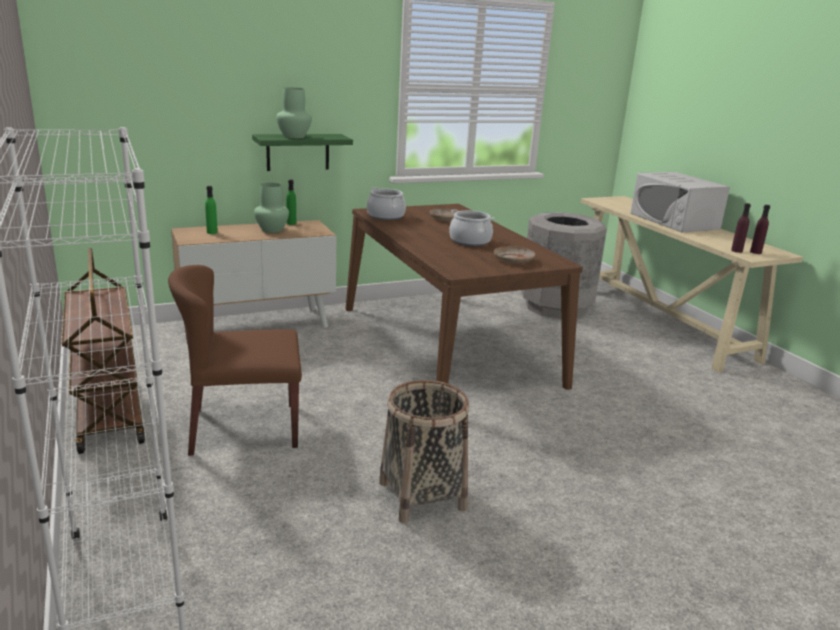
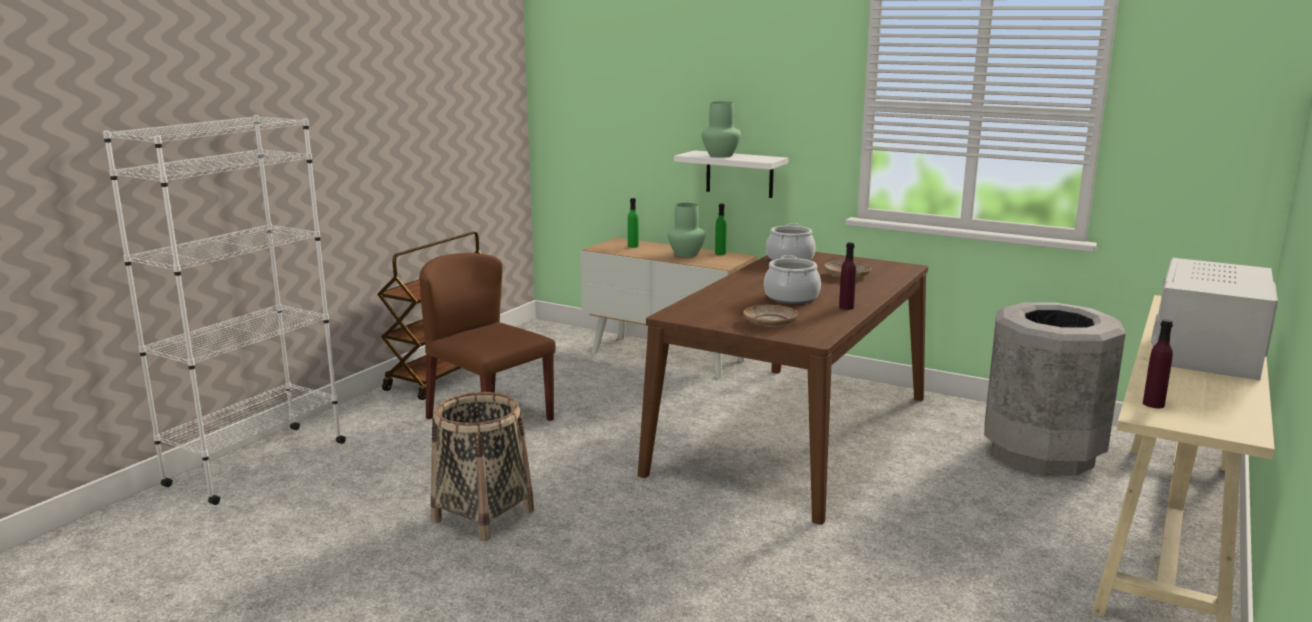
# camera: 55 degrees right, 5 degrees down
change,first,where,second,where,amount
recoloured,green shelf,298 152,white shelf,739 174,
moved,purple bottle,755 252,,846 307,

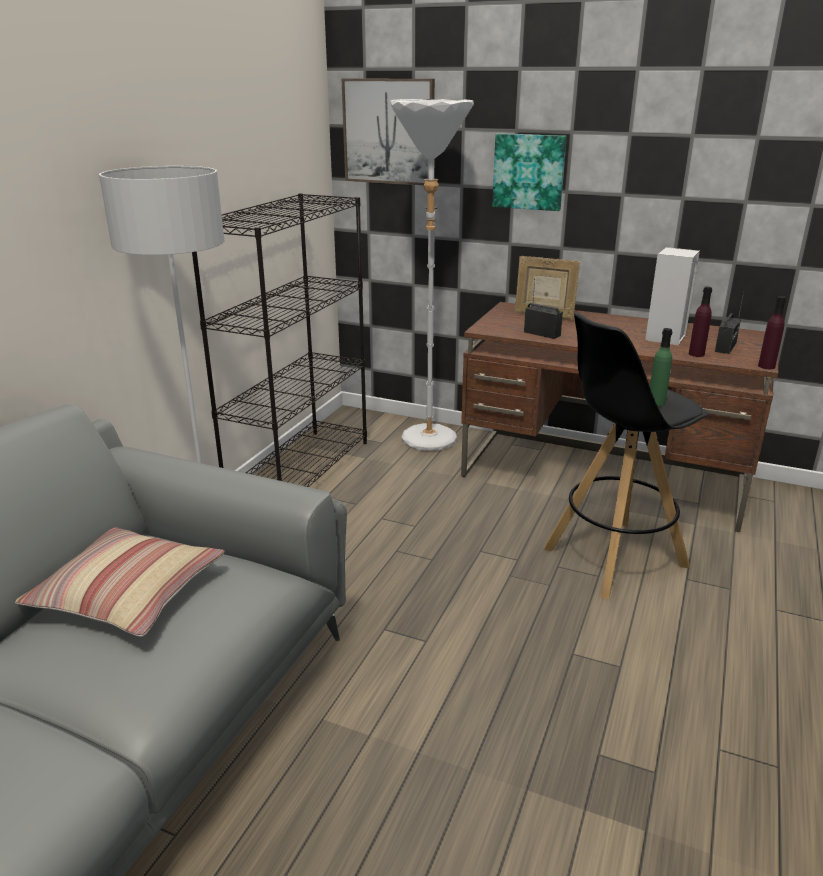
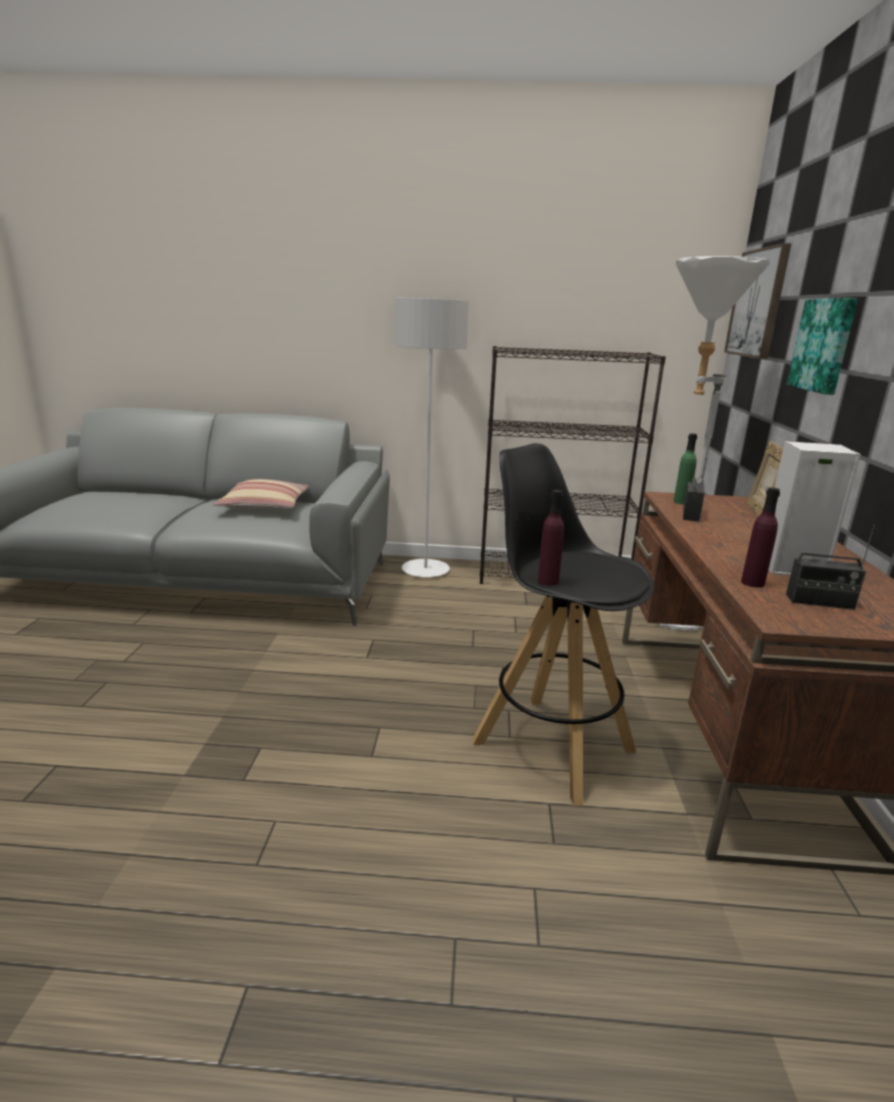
# camera: 70 degrees right, 5 degrees down
change,first,where,second,where,amount
moved,purple bottle,766 366,,548 581,
moved,green bottle,656 402,,681 502,

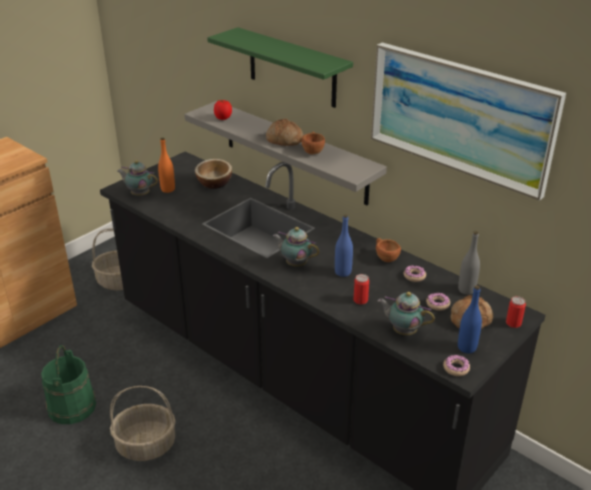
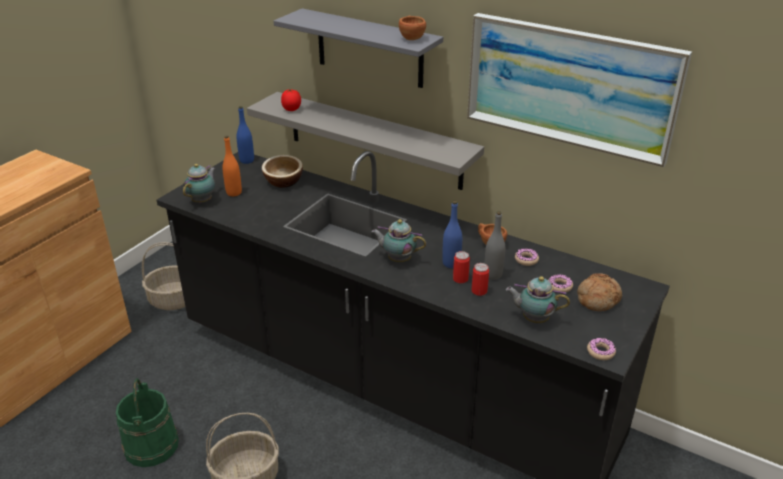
# camera: 10 degrees left, 0 degrees up
change,first,where,second,where,amount
turned,teapot,139 194,,203 200,105 degrees clockwise
moved,blue bottle,467 347,,247 160,
recoloured,green shelf,292 68,grey shelf,369 48,
moved,brown cup,313 150,,411 37,
moved,can,513 323,,460 279,
moved,grey bottle,466 290,,493 274,
removed,bread,284 140,,,

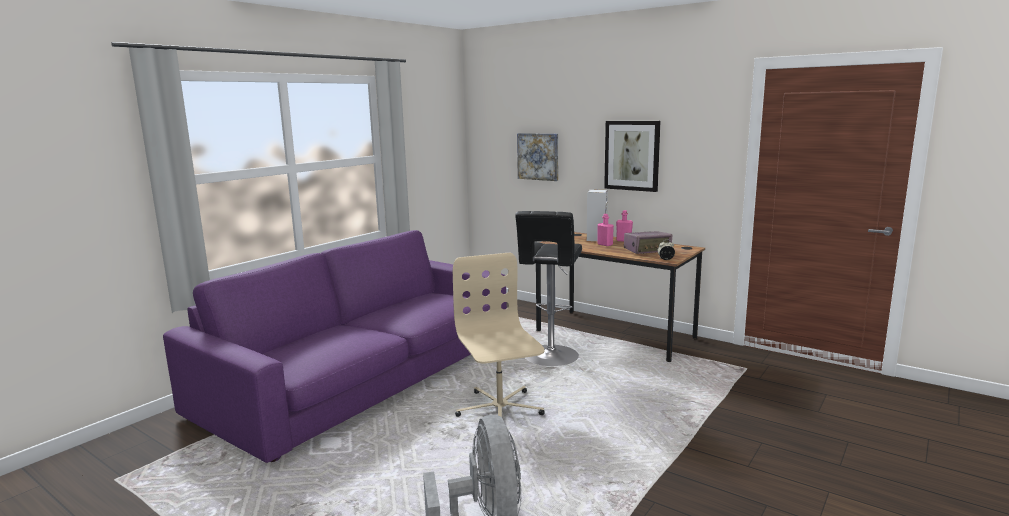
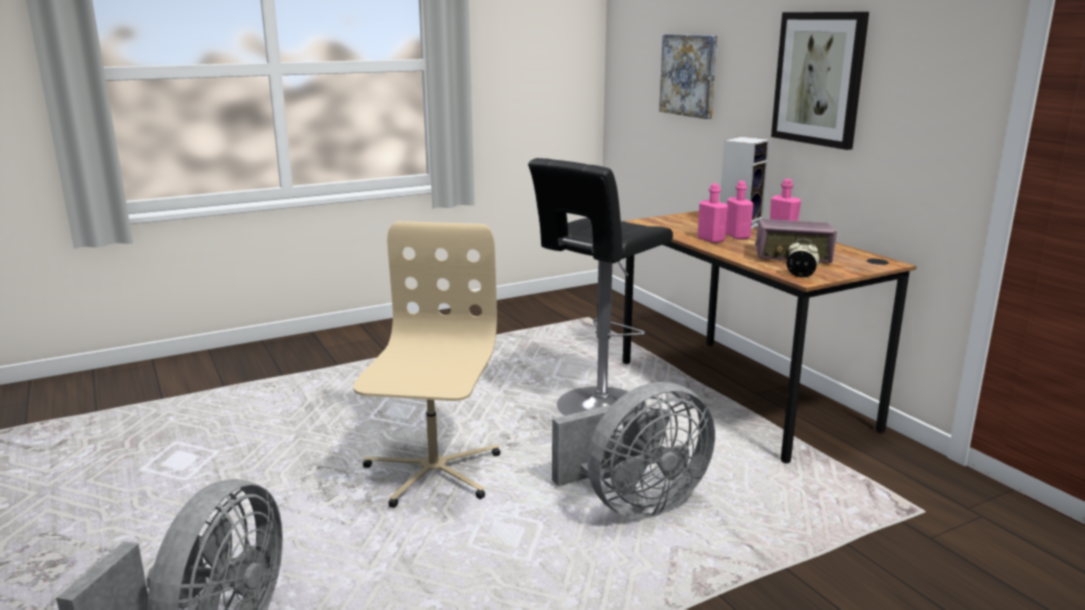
# camera: 25 degrees right, 5 degrees up
change,first,where,second,where,amount
added,,,grey fan,634 504,
added,,,pink bottle,711 239,
removed,purple sofa,365 375,,,

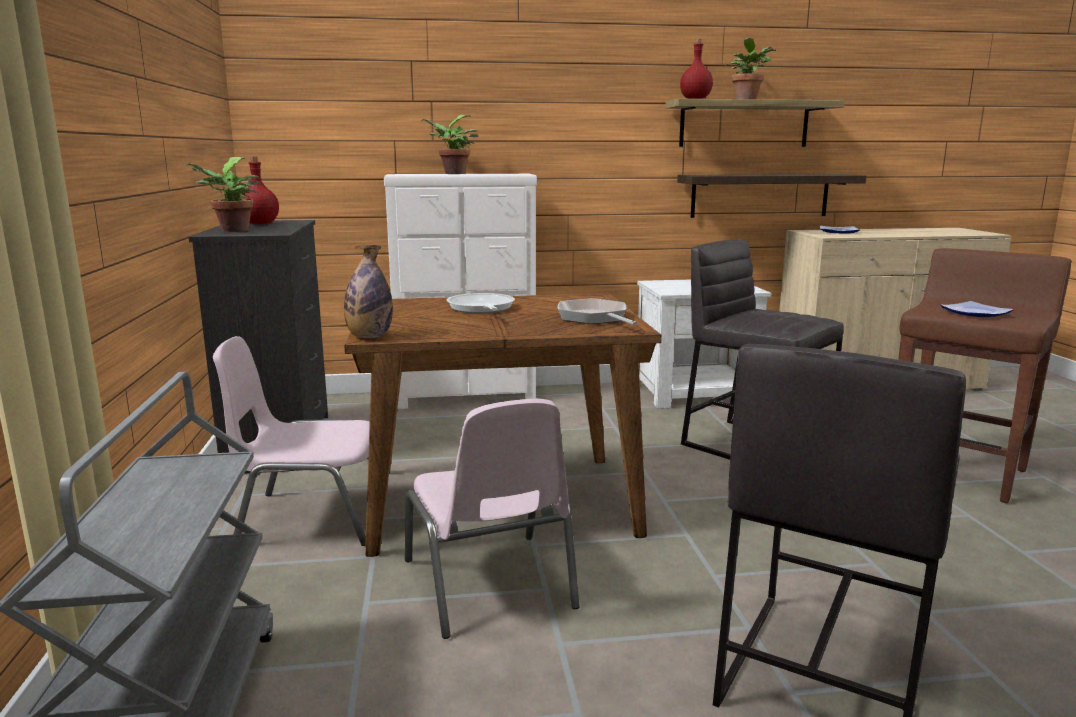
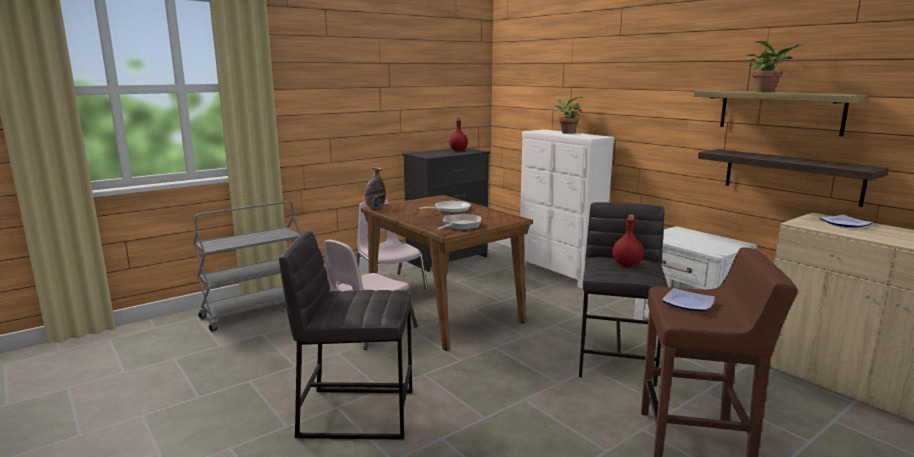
# camera: 60 degrees right, 0 degrees up
change,first,where,second,where,amount
moved,red bottle,695 99,,627 265,
removed,potted plant,232 231,,,

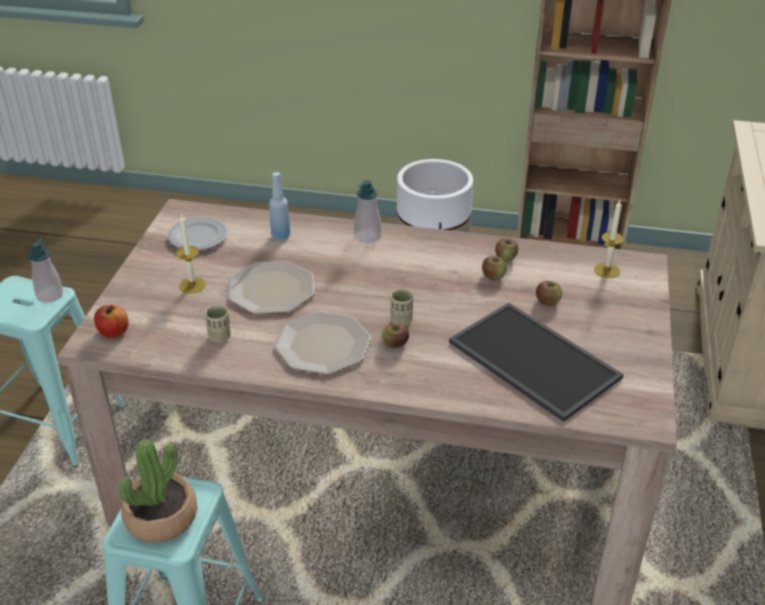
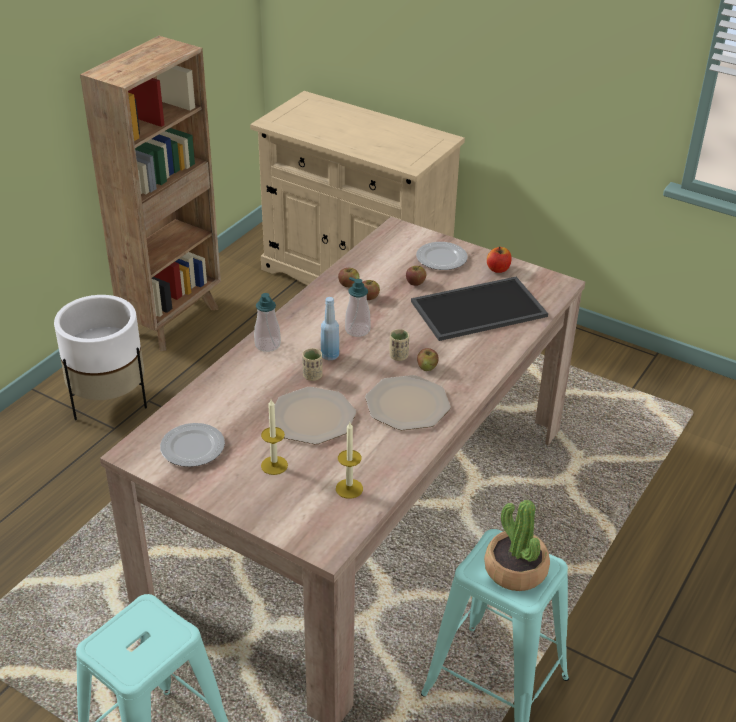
# camera: 70 degrees left, 0 degrees up
change,first,where,second,where,amount
moved,beige cup,220 337,,312 376,
moved,blue bottle,281 235,,330 355,
moved,candle,606 270,,349 488,
moved,soap dispenser,50 295,,357 330,
added,,,plate,441 258,
moved,apple,113 332,,498 269,

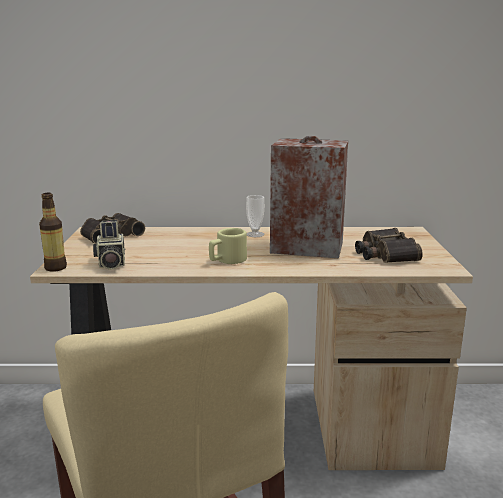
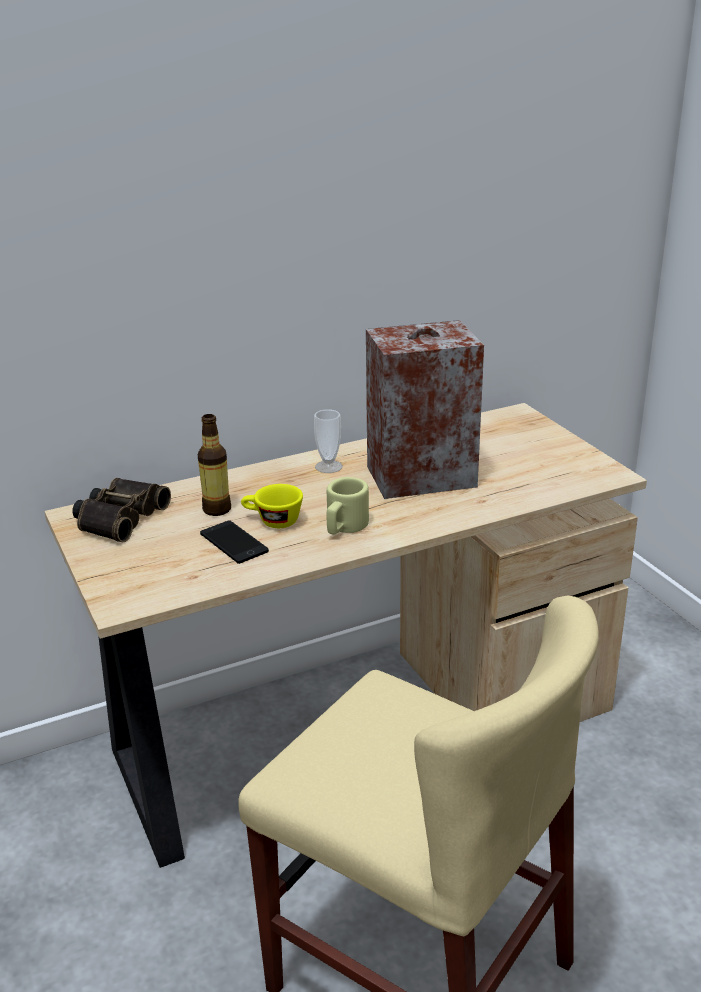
# camera: 25 degrees left, 10 degrees up
change,first,where,second,where,amount
moved,bottle,55 268,,217 509,
added,,,phone,233 543,
added,,,yellow cup,272 521,
removed,photo camera,110 264,,,
removed,binoculars,384 254,,,

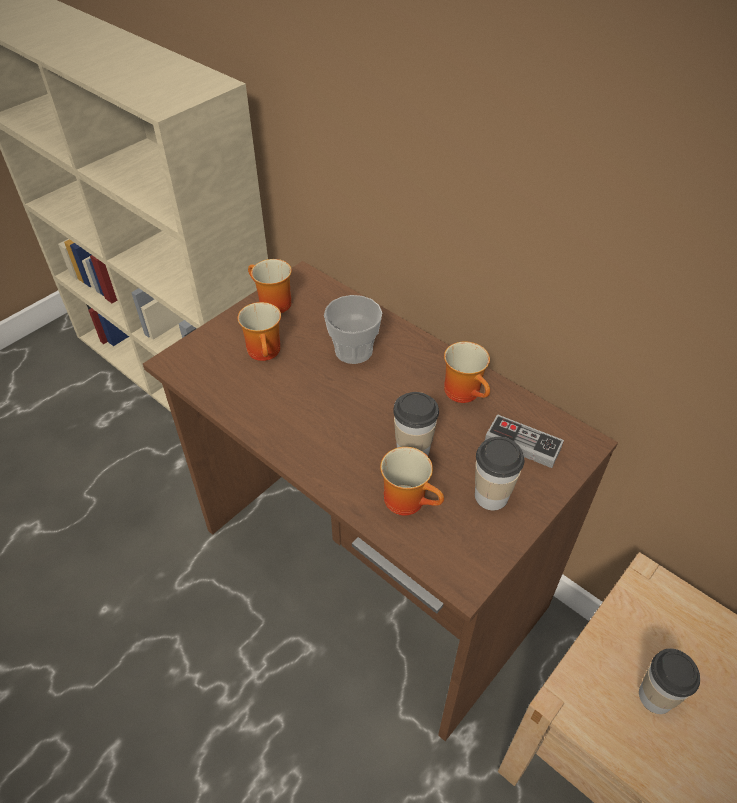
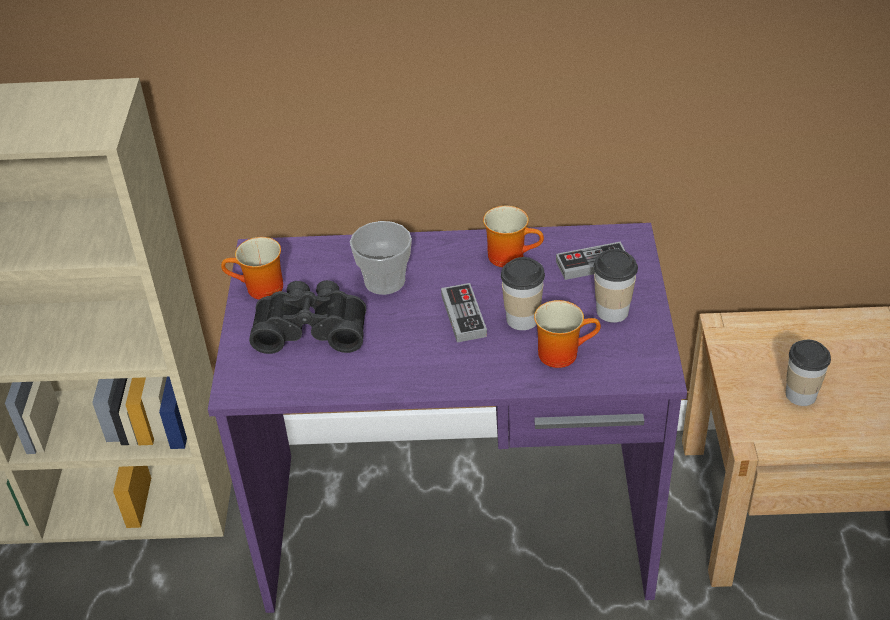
# camera: 40 degrees left, 5 degrees down
change,first,where,second,where,amount
recoloured,brown desk,369 571,purple desk,459 527,
replaced,mug,267 352,black binoculars,311 328,
added,,,game controller,463 315,

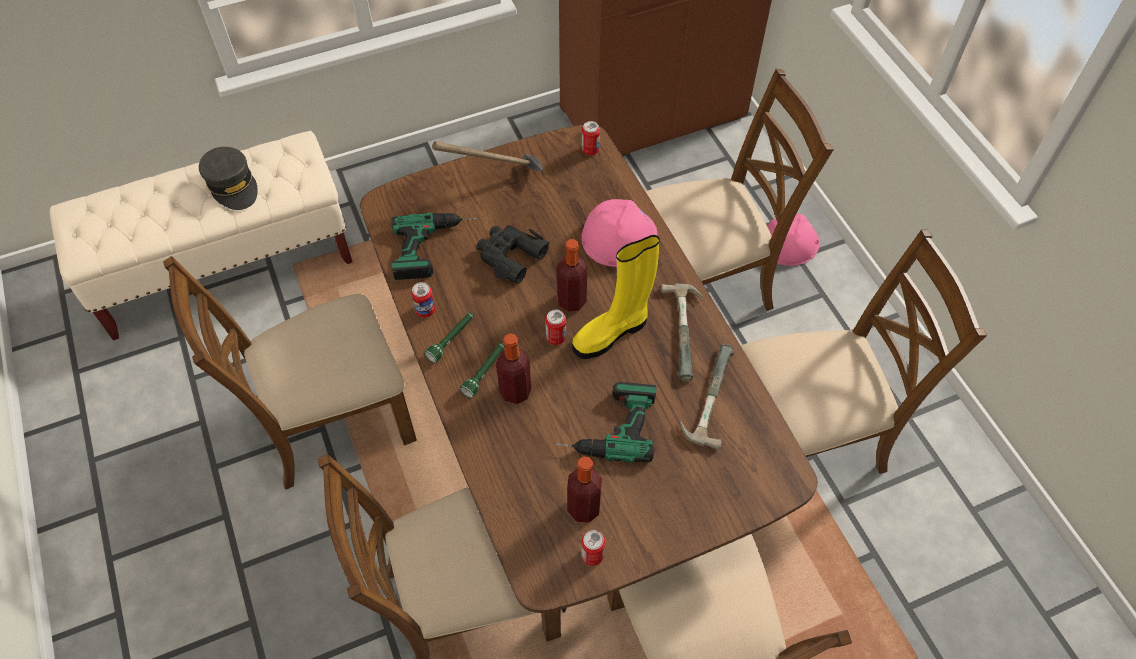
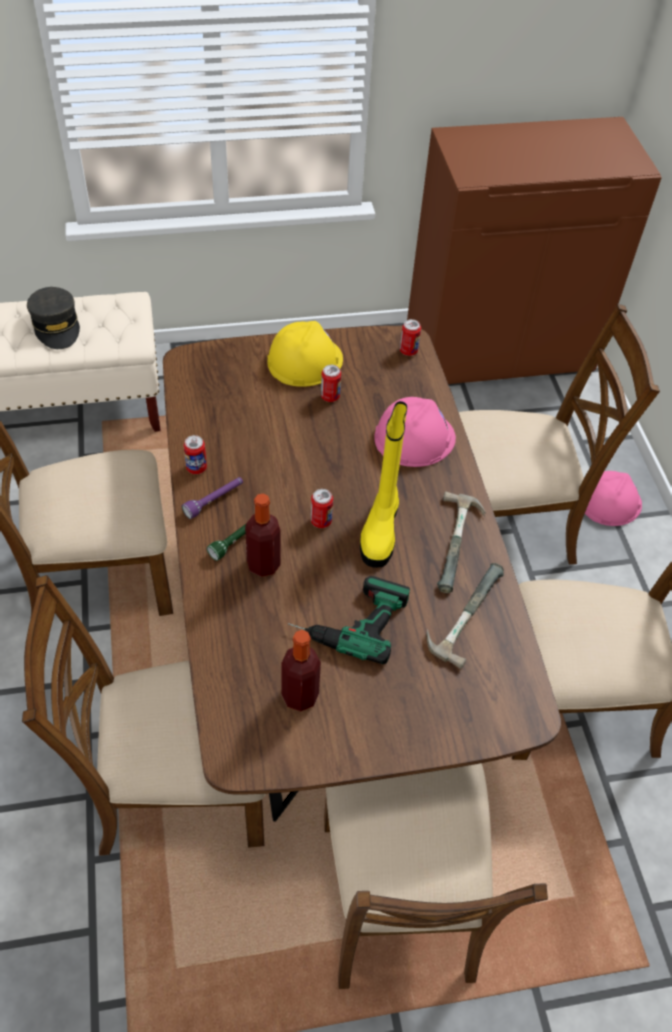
# camera: 10 degrees right, 5 degrees down
change,first,where,second,where,amount
recoloured,green flashlight,452 339,purple flashlight,214 501,
replaced,hammer,495 180,yellow hard hat,304 360,
moved,can,592 555,,330 396,
turned,yellow boot,612 333,,380 529,60 degrees counterclockwise
removed,power drill,436 247,,,
removed,black binoculars,510 256,,,
removed,bottle,571 301,,,

